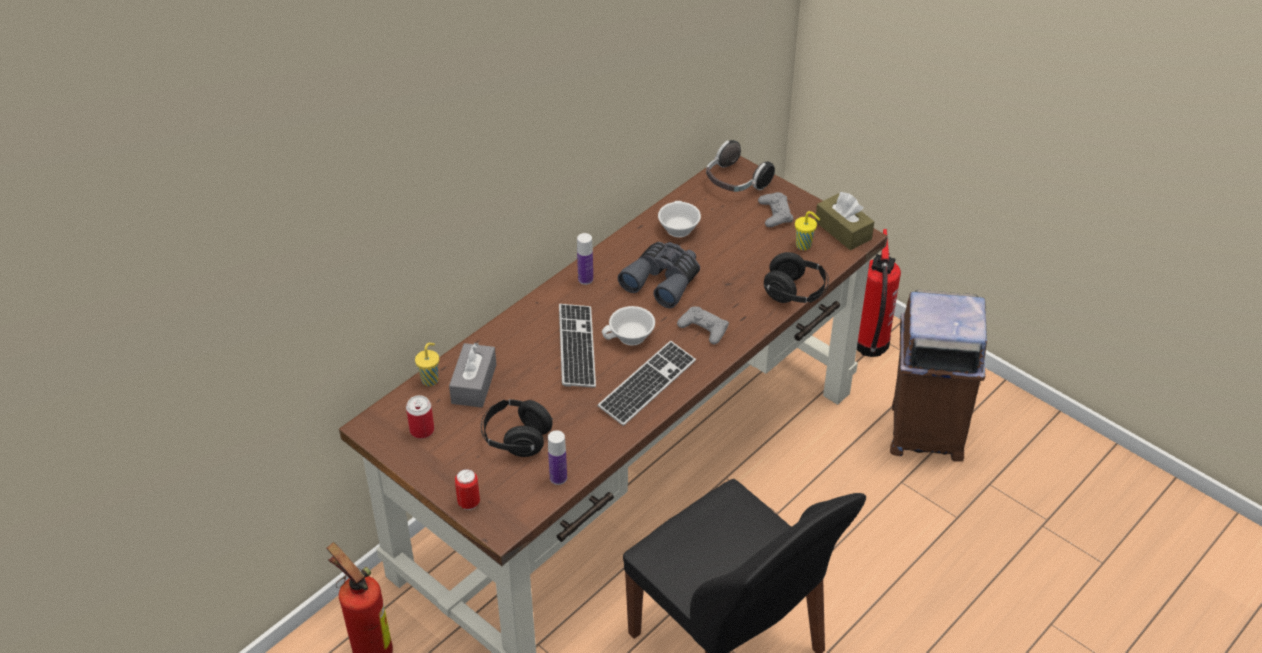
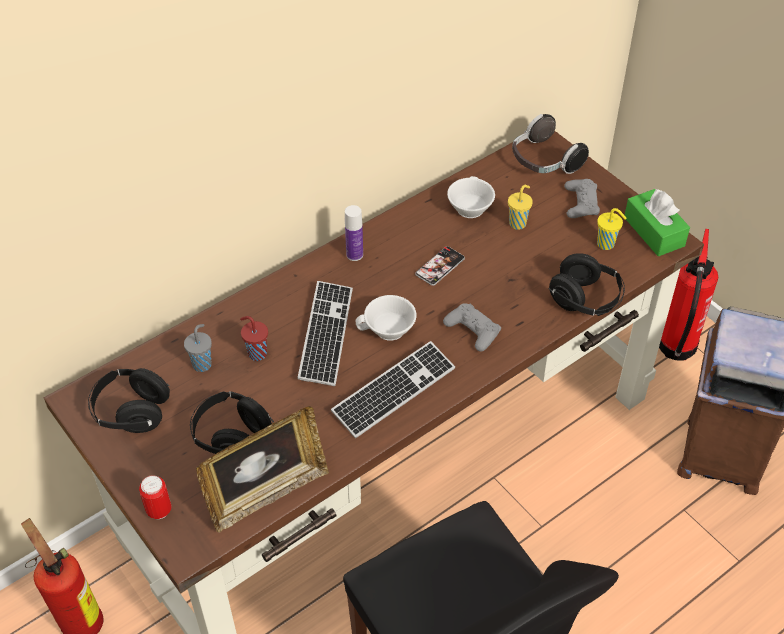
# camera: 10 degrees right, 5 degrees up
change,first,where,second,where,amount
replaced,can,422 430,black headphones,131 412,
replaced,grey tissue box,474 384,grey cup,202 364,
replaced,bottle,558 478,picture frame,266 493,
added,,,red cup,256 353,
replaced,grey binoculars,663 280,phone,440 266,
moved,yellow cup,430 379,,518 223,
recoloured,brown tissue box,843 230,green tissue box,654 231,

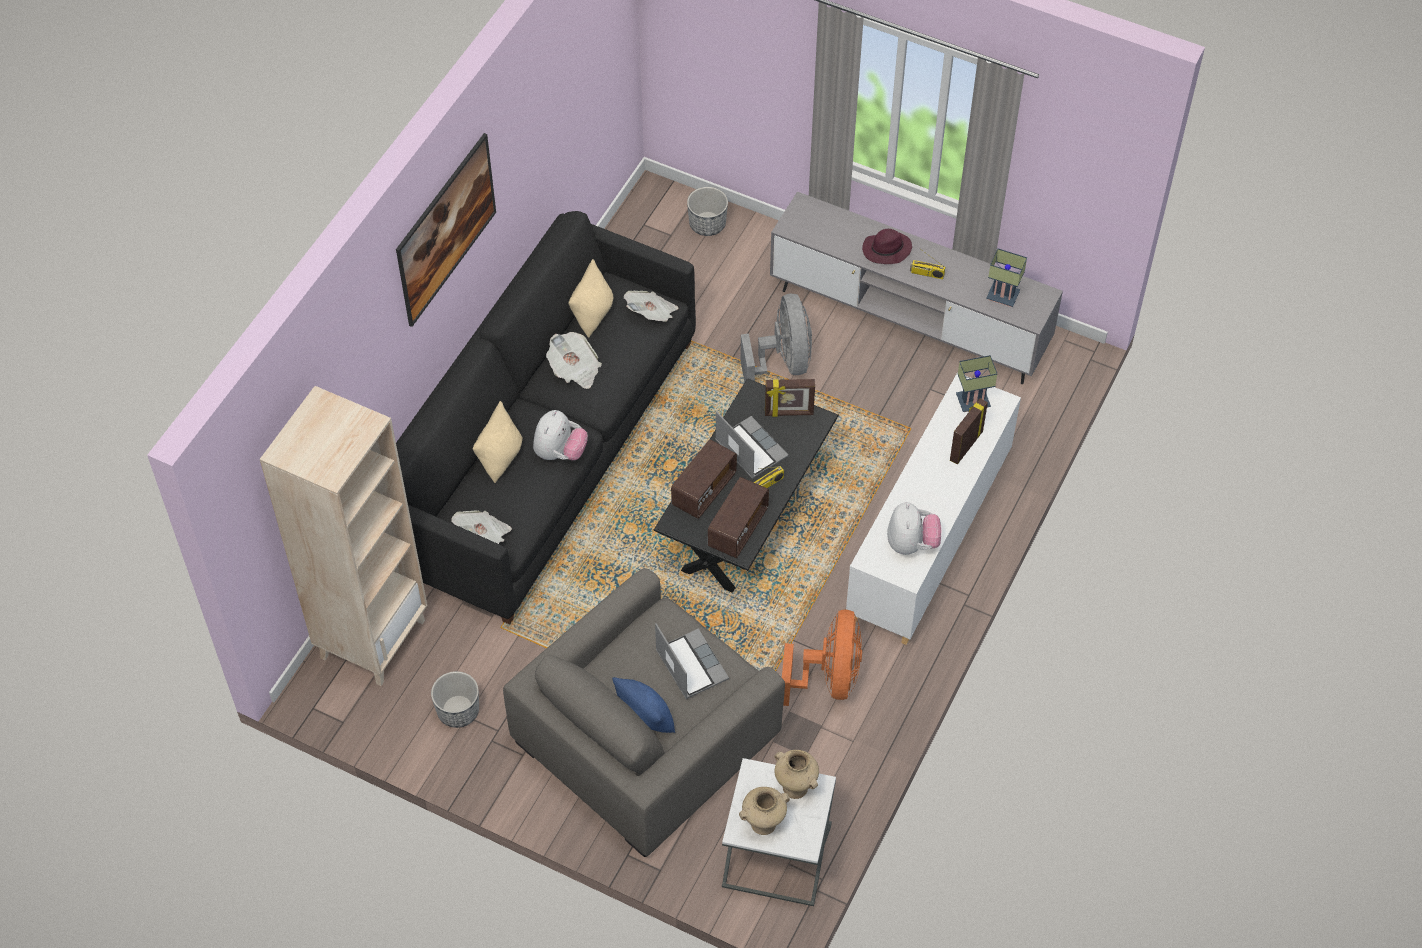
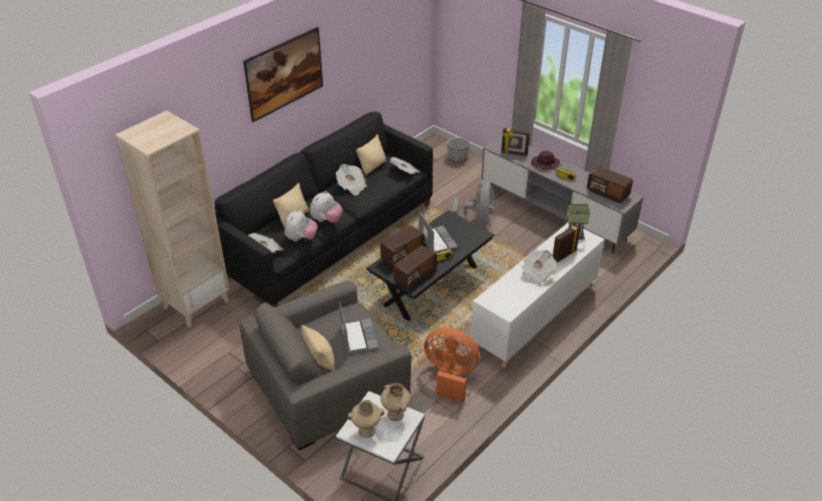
# camera: 15 degrees right, 15 degrees down
change,first,where,second,where,amount
moved,plush toy,911 544,,301 238,
recoloured,blue pillow,645 717,beige pillow,320 359,
turned,orange fan,828 679,,450 376,90 degrees counterclockwise
moved,picture frame,789 413,,514 153,
added,,,newspaper,536 275,
replaced,table lamp,1004 295,radio,607 193,
removed,planter,458 711,,,

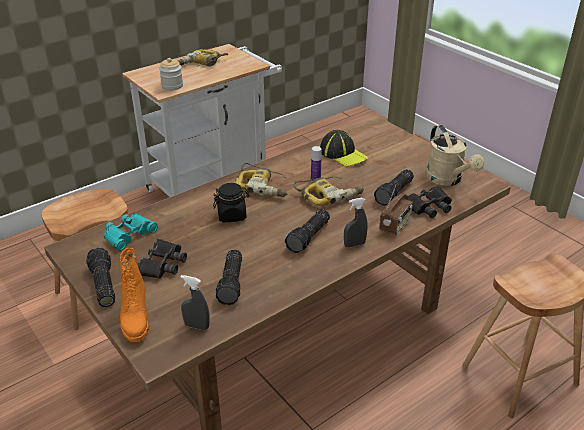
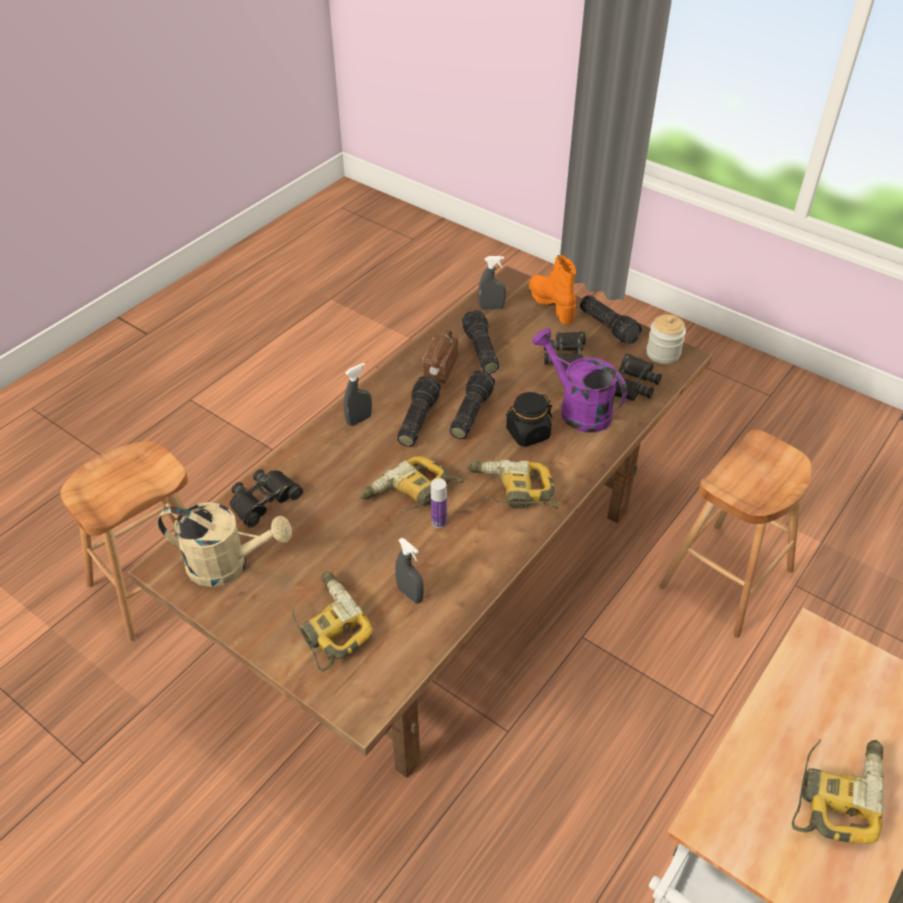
# camera: 165 degrees right, 10 degrees up
change,first,where,second,where,amount
turned,beige watering can,448 180,,228 564,135 degrees clockwise
added,,,power drill,327 625,
replaced,cap,343 154,grey spray bottle,410 594,
moved,radio,395 226,,440 370,
moved,flashlight,395 193,,469 413,
added,,,purple watering can,577 409,
recoloured,turquoise binoculars,129 234,black binoculars,632 383,
moved,jar,172 86,,663 353,

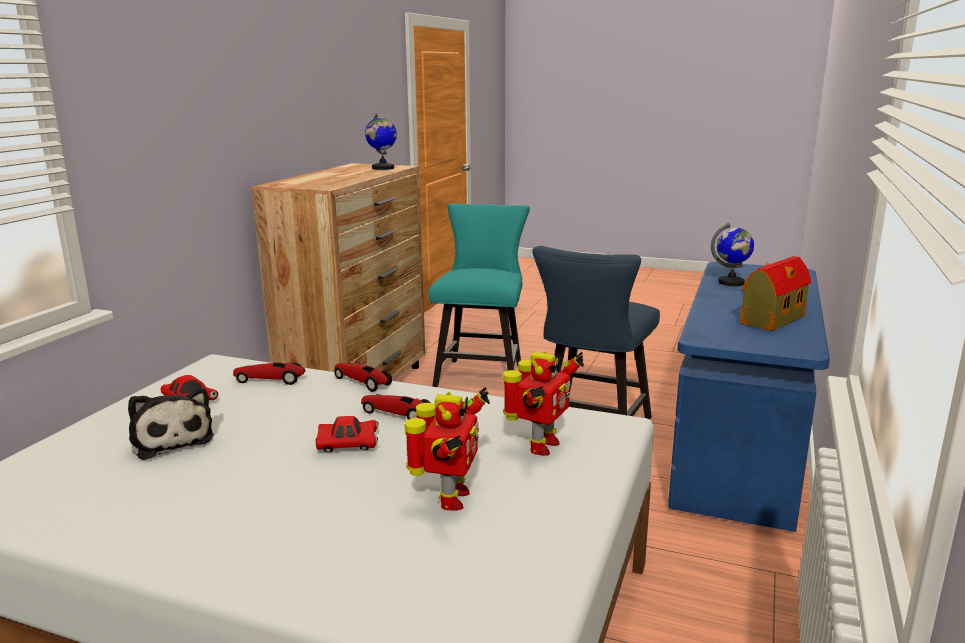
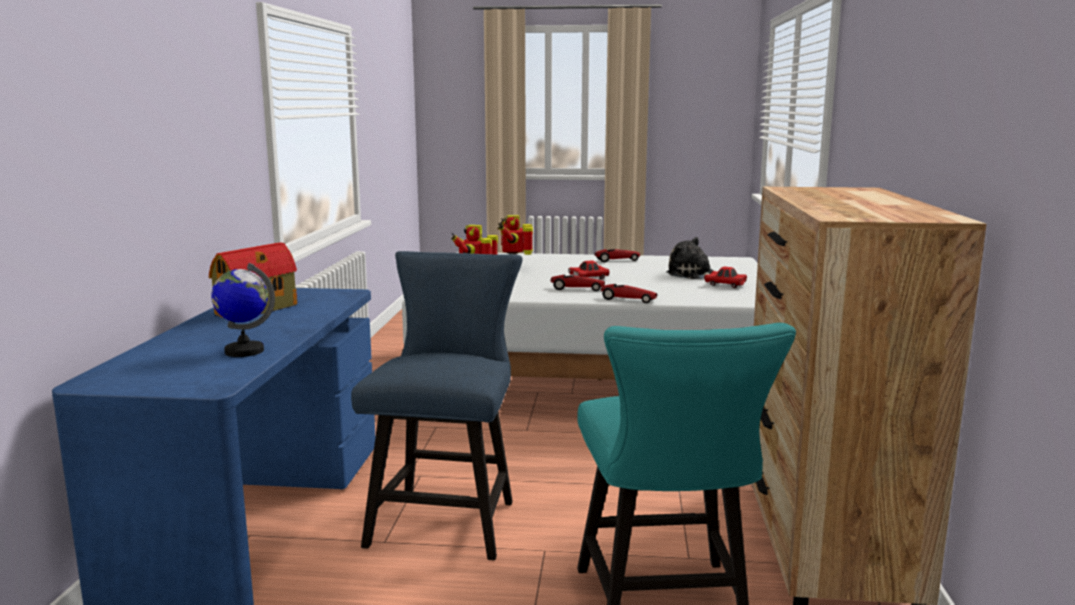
# camera: 165 degrees right, 5 degrees down
change,first,where,second,where,amount
moved,toy car,270 380,,617 260,
removed,globe,383 168,,,

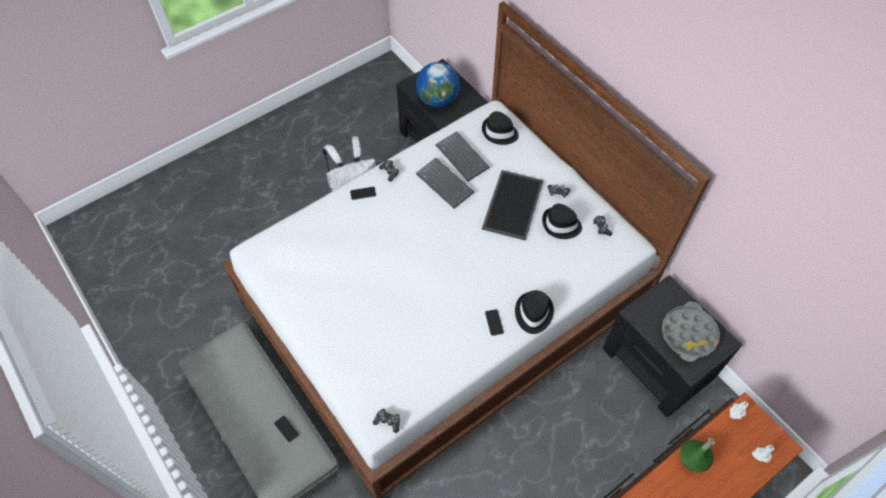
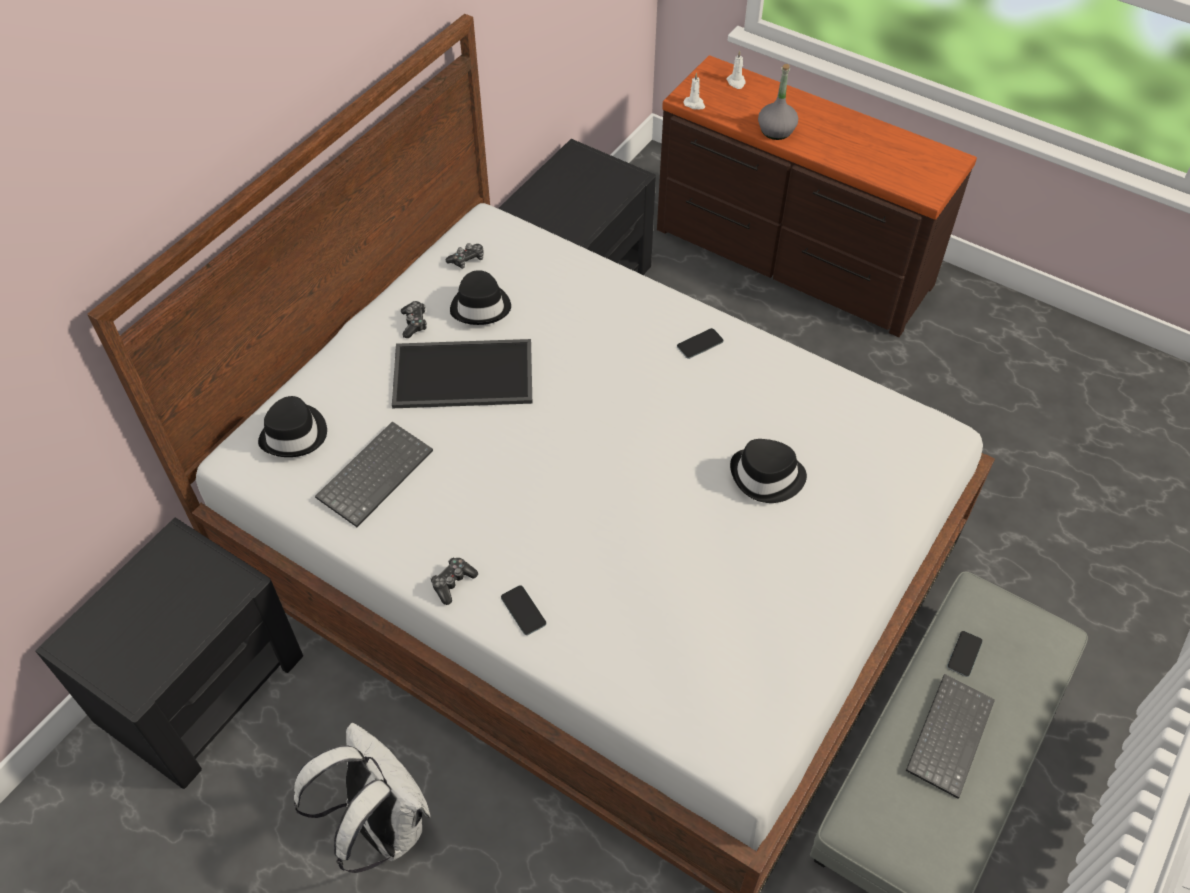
# camera: 110 degrees left, 5 degrees down
change,first,where,second,where,amount
moved,black hat,533 313,,767 477,
recoloured,green bottle,693 458,grey bottle,776 131,
moved,keyboard,446 183,,948 733,
removed,game controller,388 421,,,
removed,globe,438 100,,,
removed,grey tray,688 334,,,

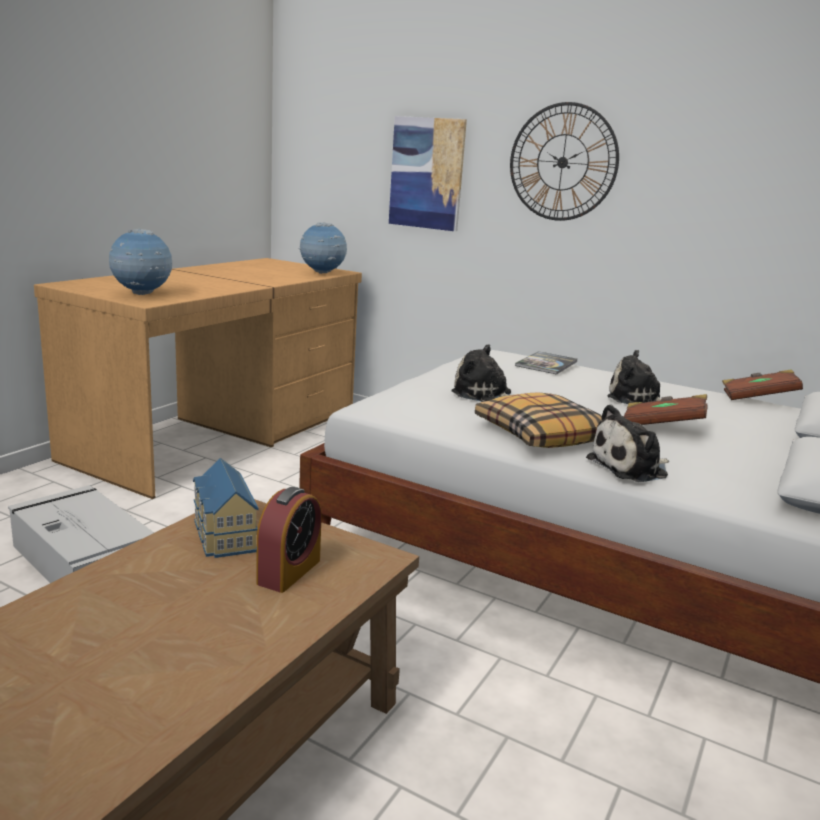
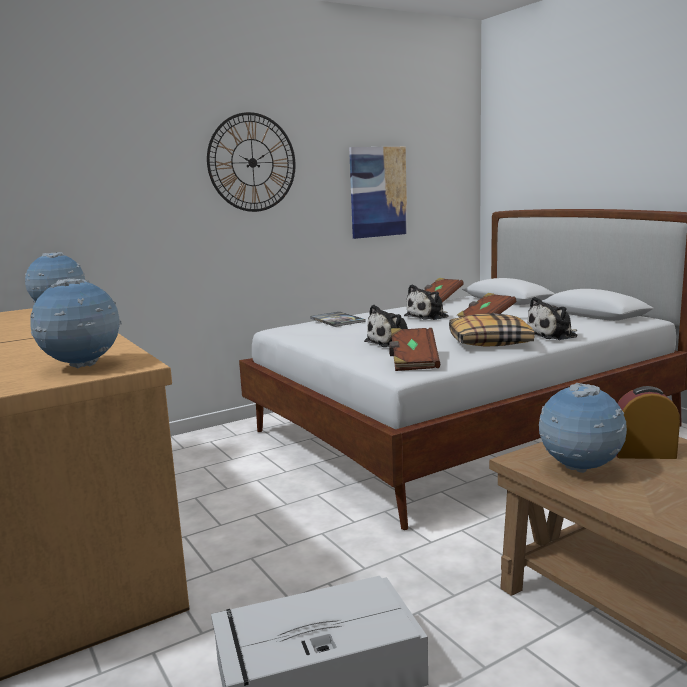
# camera: 60 degrees left, 5 degrees down
change,first,where,second,where,amount
moved,picture,427 173,,378 192,
added,,,brown book,413 362,
turned,plush toy,631 468,,553 335,60 degrees clockwise
replaced,toy house,222 535,globe,579 470,
turned,alarm clock,289 572,,643 453,45 degrees counterclockwise

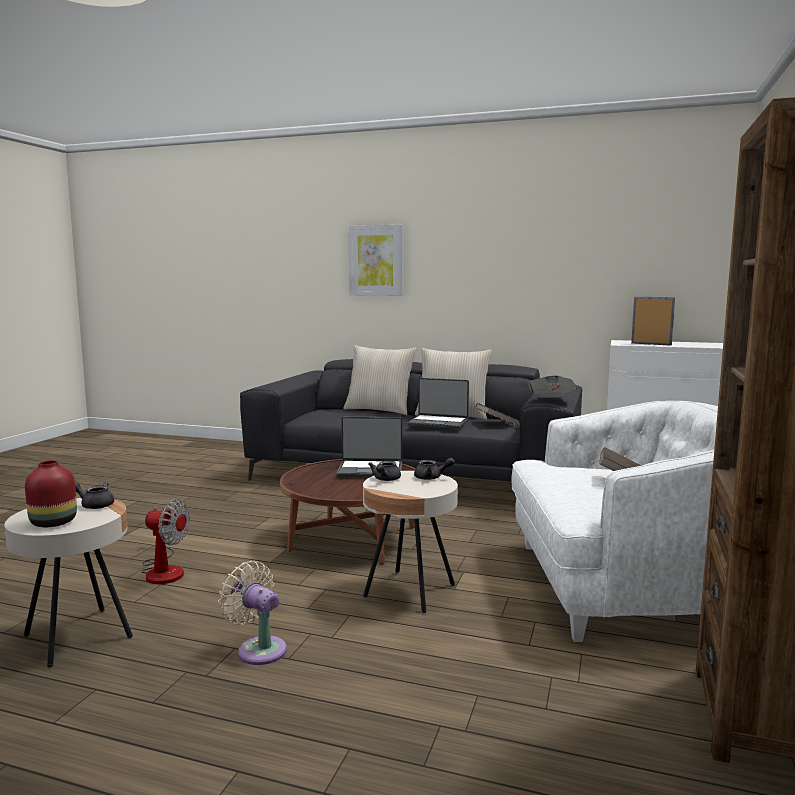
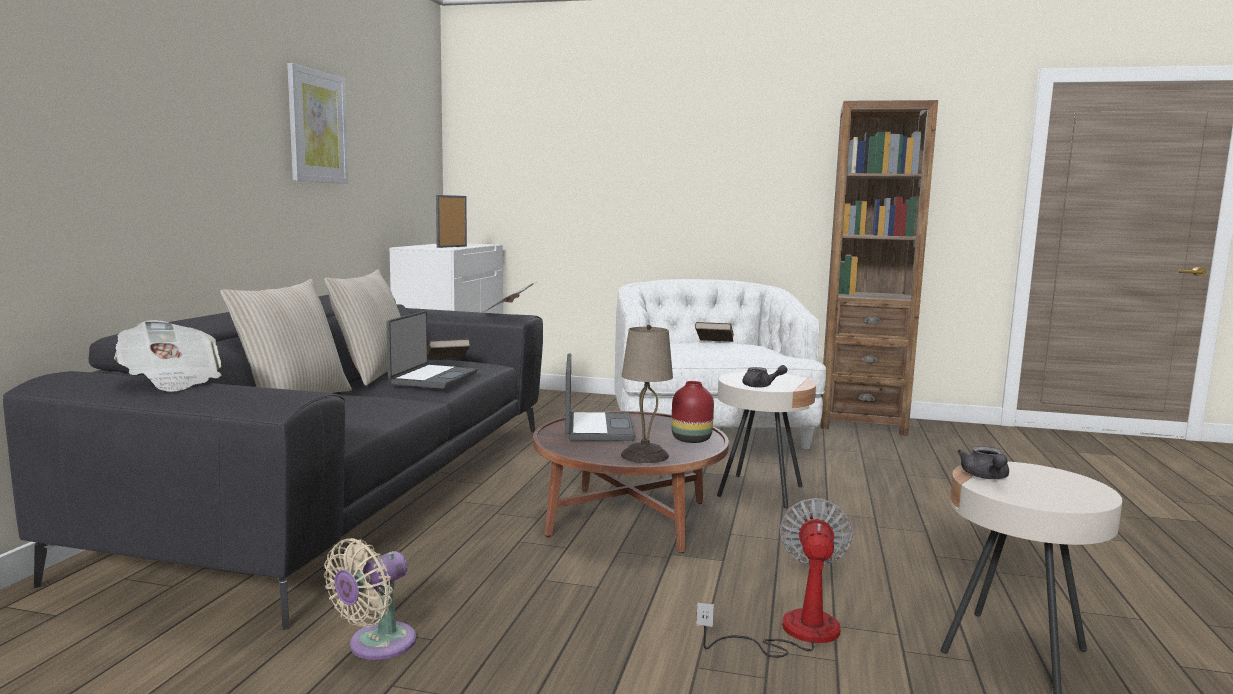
# camera: 95 degrees left, 0 degrees up
change,first,where,second,where,amount
added,,,newspaper,171 381,
moved,picture,376 260,,317 127,
moved,beige fan,258 649,,376 645,
added,,,beige table lamp,644 455,
moved,red vase,55 522,,690 439,
removed,grey teapot,431 478,,,

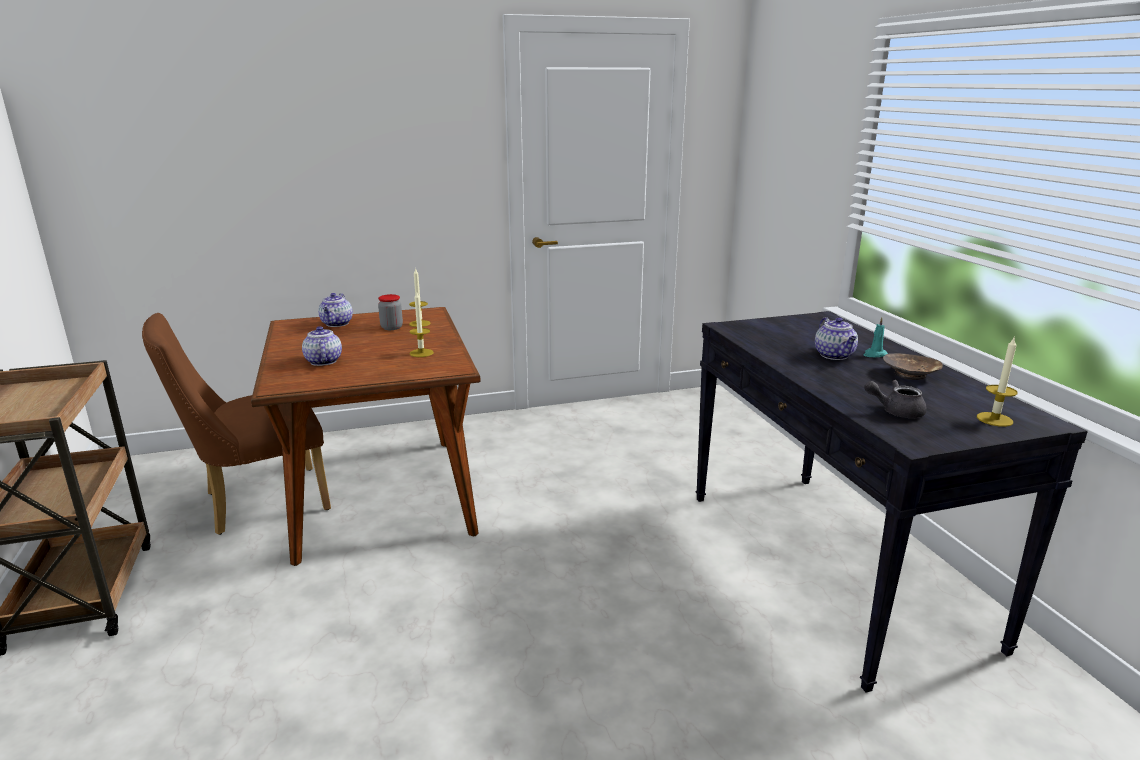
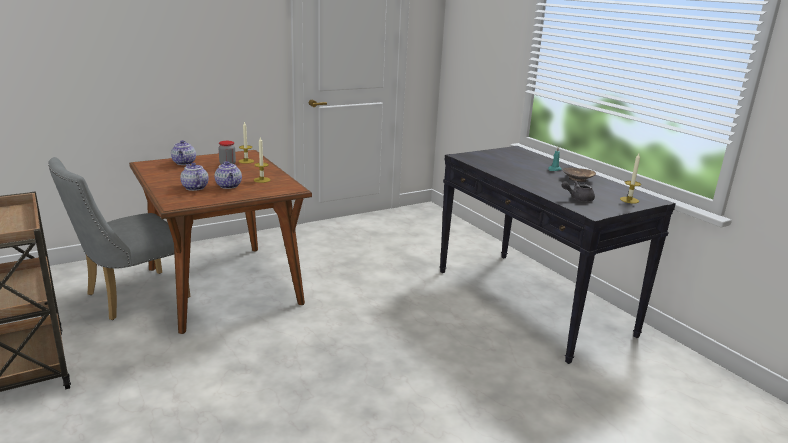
# camera: 15 degrees left, 0 degrees up
change,first,where,second,where,amount
recoloured,brown chair,257 503,grey chair,130 297,
moved,teapot,835 356,,229 186,

